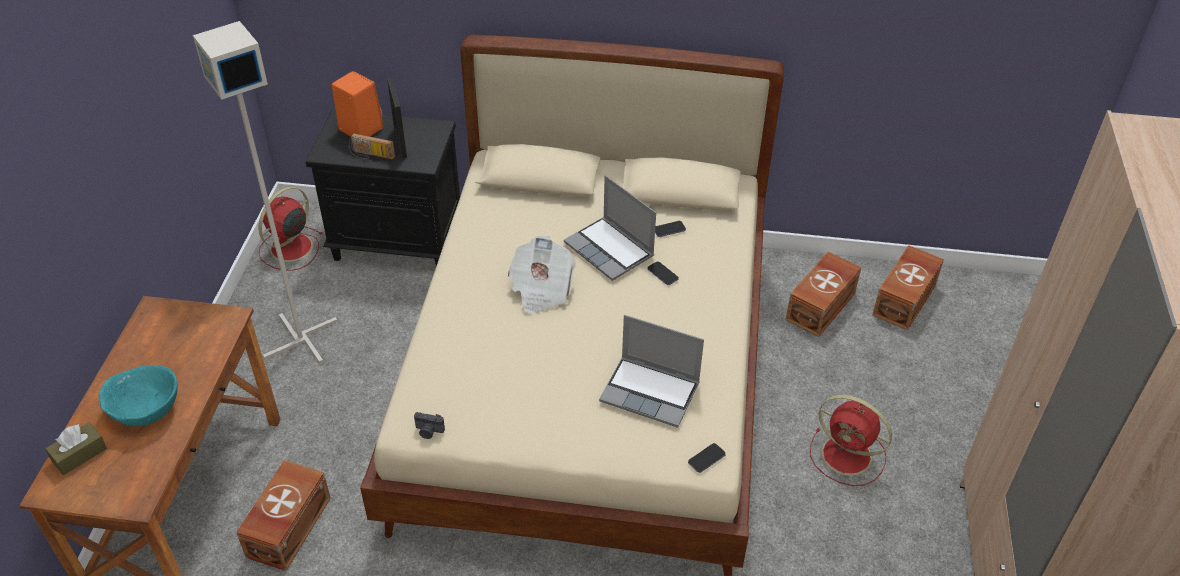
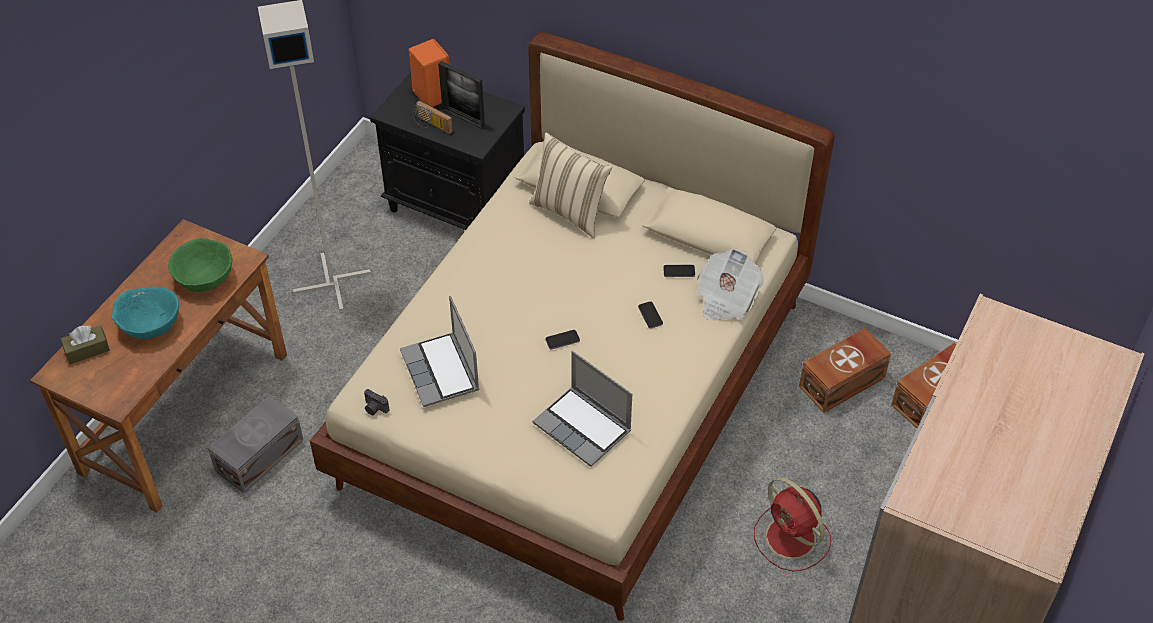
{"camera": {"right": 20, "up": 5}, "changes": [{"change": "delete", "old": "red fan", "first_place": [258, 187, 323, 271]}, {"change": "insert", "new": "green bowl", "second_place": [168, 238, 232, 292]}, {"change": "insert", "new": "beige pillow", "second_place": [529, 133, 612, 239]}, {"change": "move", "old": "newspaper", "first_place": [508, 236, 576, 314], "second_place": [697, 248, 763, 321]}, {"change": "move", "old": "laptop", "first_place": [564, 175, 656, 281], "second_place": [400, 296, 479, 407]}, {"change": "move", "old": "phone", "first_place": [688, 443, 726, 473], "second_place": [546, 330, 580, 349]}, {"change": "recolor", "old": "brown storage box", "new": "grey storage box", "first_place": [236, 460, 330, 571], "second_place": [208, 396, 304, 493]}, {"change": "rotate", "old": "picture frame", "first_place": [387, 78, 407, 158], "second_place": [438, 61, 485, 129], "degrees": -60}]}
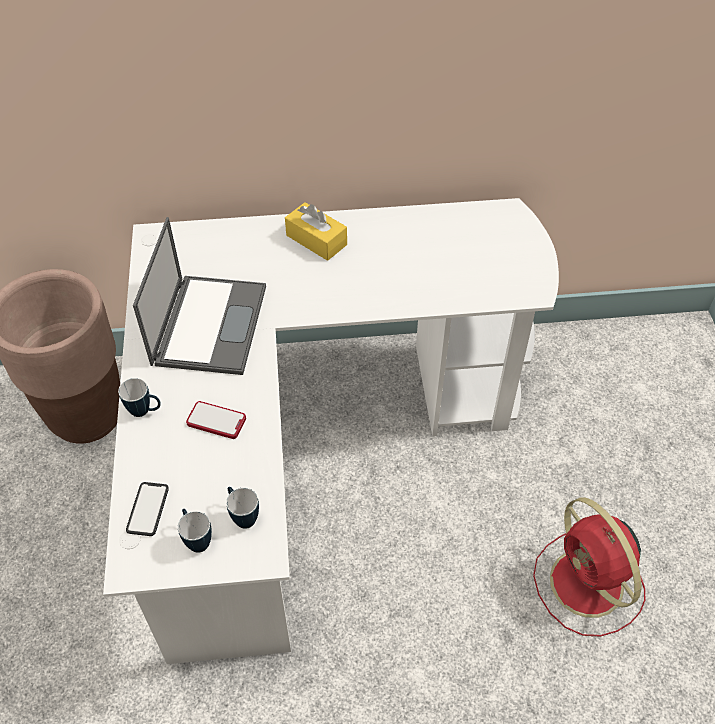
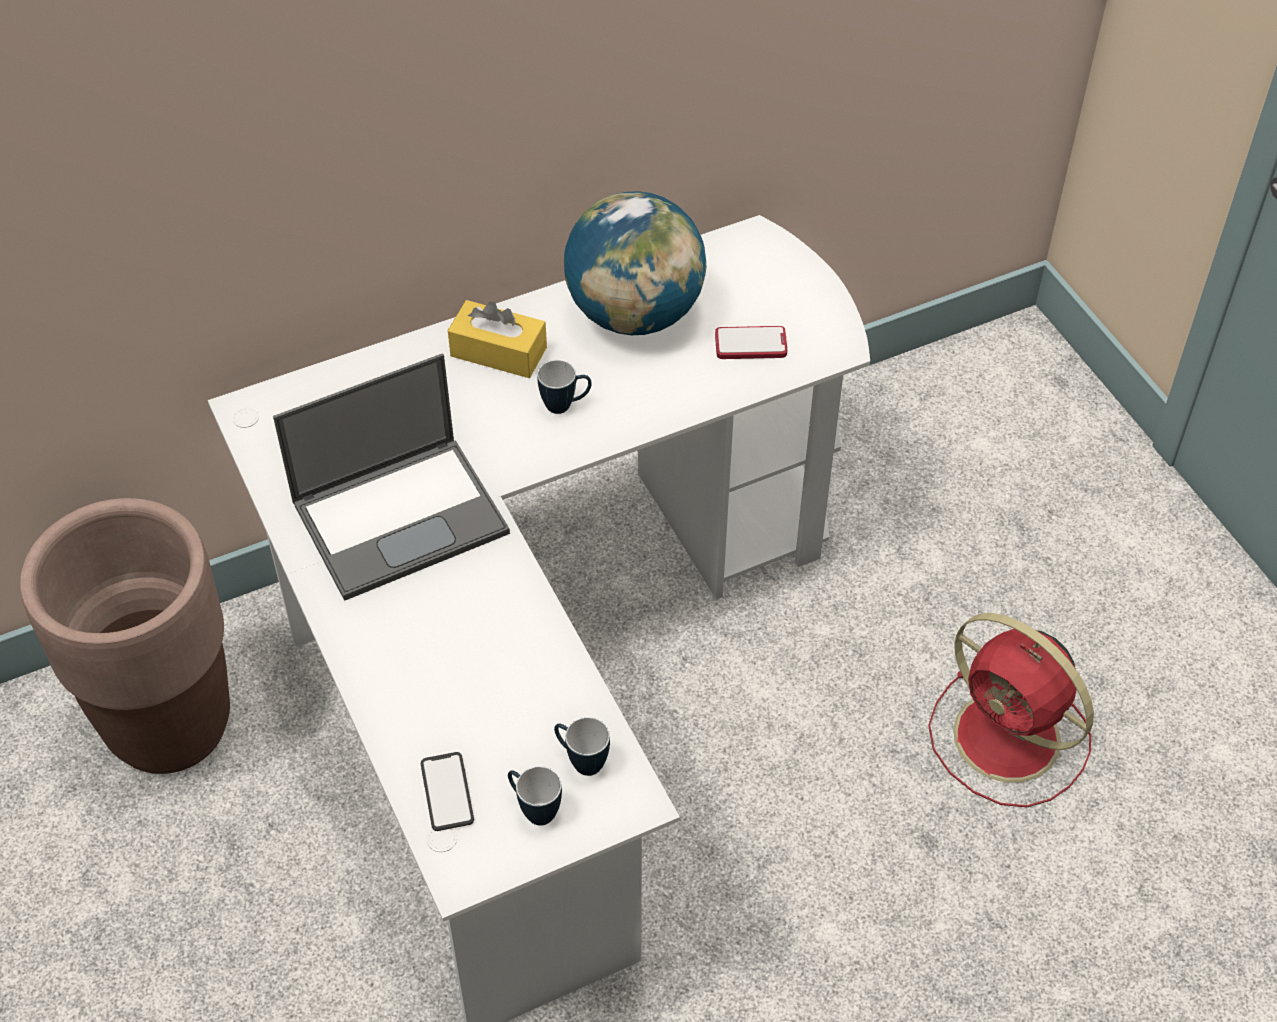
{"camera": {"right": -20, "up": 0}, "changes": [{"change": "insert", "new": "globe", "second_place": [564, 191, 706, 335]}, {"change": "move", "old": "mug", "first_place": [118, 378, 161, 417], "second_place": [537, 360, 592, 414]}, {"change": "move", "old": "phone", "first_place": [186, 401, 246, 439], "second_place": [715, 326, 787, 359]}, {"change": "rotate", "old": "laptop", "first_place": [133, 217, 266, 375], "second_place": [273, 353, 510, 601], "degrees": 75}]}
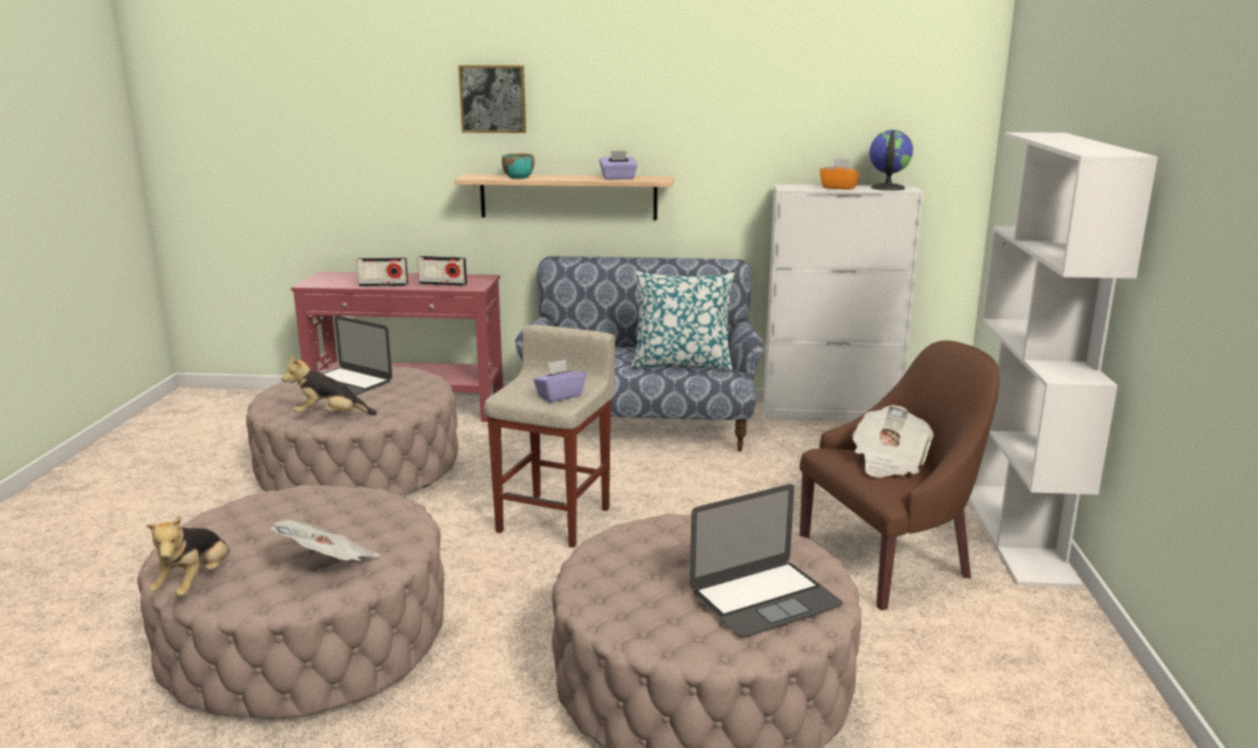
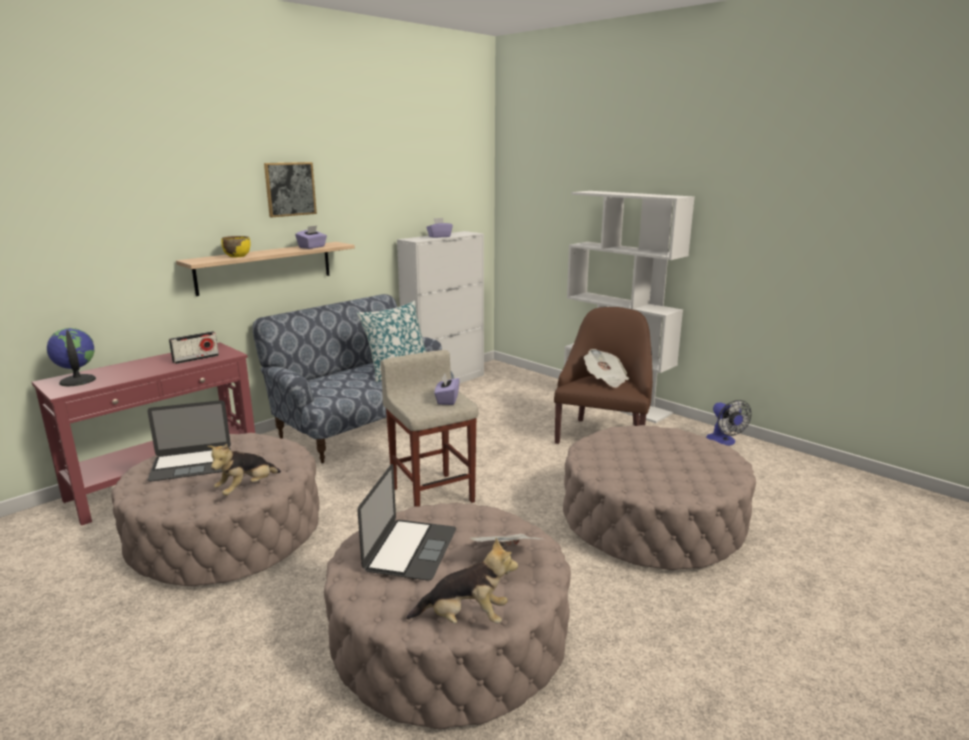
{"camera": {"right": -50, "up": 0}, "changes": [{"change": "delete", "old": "radio", "first_place": [356, 257, 408, 286]}, {"change": "insert", "new": "fan", "second_place": [706, 400, 752, 446]}, {"change": "move", "old": "picture", "first_place": [458, 65, 526, 133], "second_place": [264, 162, 317, 218]}, {"change": "move", "old": "laptop", "first_place": [690, 484, 843, 637], "second_place": [358, 464, 456, 581]}, {"change": "move", "old": "globe", "first_place": [869, 130, 913, 191], "second_place": [47, 328, 96, 386]}, {"change": "recolor", "old": "turquoise bowl", "new": "yellow bowl", "first_place": [502, 153, 534, 179], "second_place": [221, 236, 250, 257]}, {"change": "recolor", "old": "orange tissue box", "new": "purple tissue box", "first_place": [820, 159, 860, 190], "second_place": [426, 218, 453, 238]}, {"change": "rotate", "old": "plush toy", "first_place": [146, 515, 230, 597], "second_place": [406, 538, 518, 624], "degrees": -45}]}
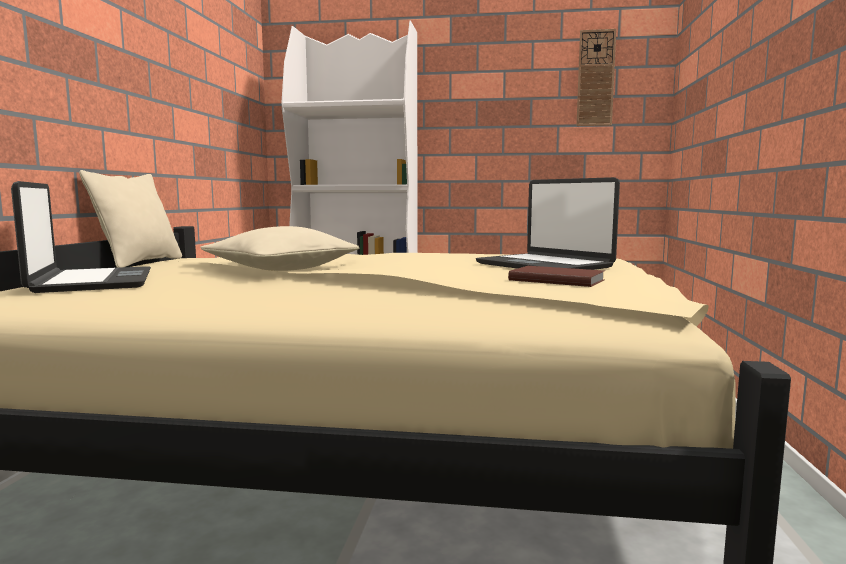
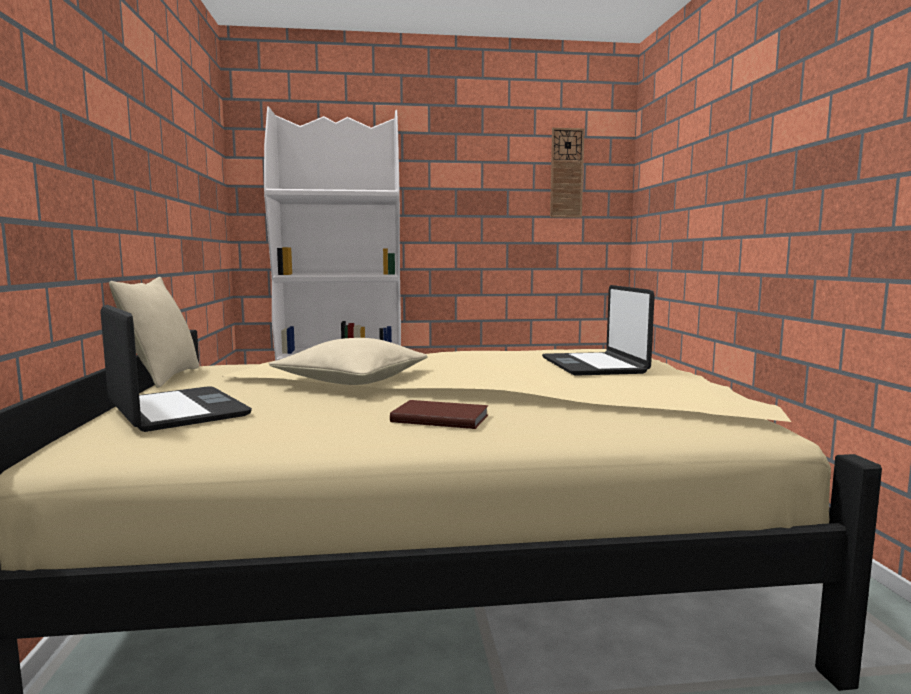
{"camera": {"right": -15, "up": 0}, "changes": [{"change": "move", "old": "brown book", "first_place": [508, 266, 604, 287], "second_place": [390, 400, 489, 429]}, {"change": "rotate", "old": "laptop", "first_place": [476, 177, 620, 270], "second_place": [542, 285, 655, 376], "degrees": 45}]}
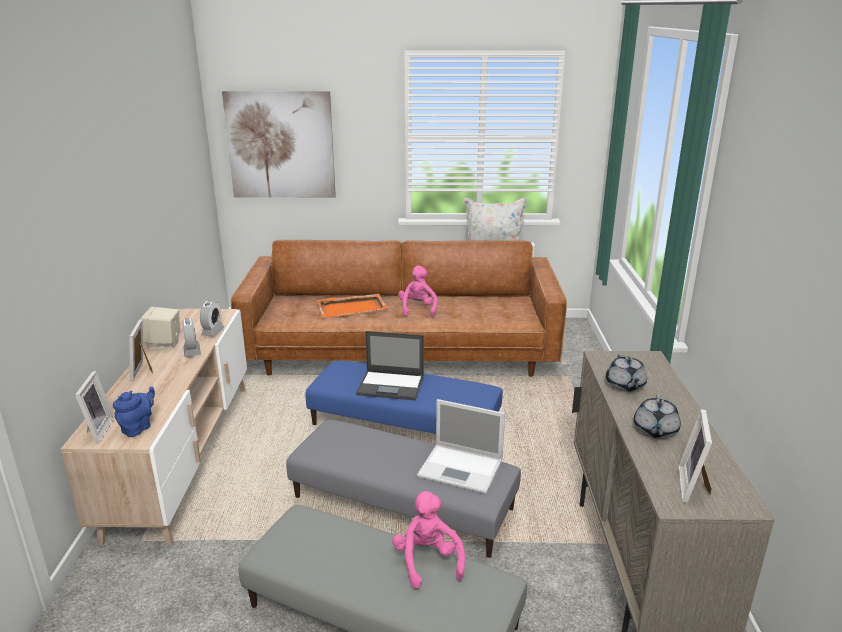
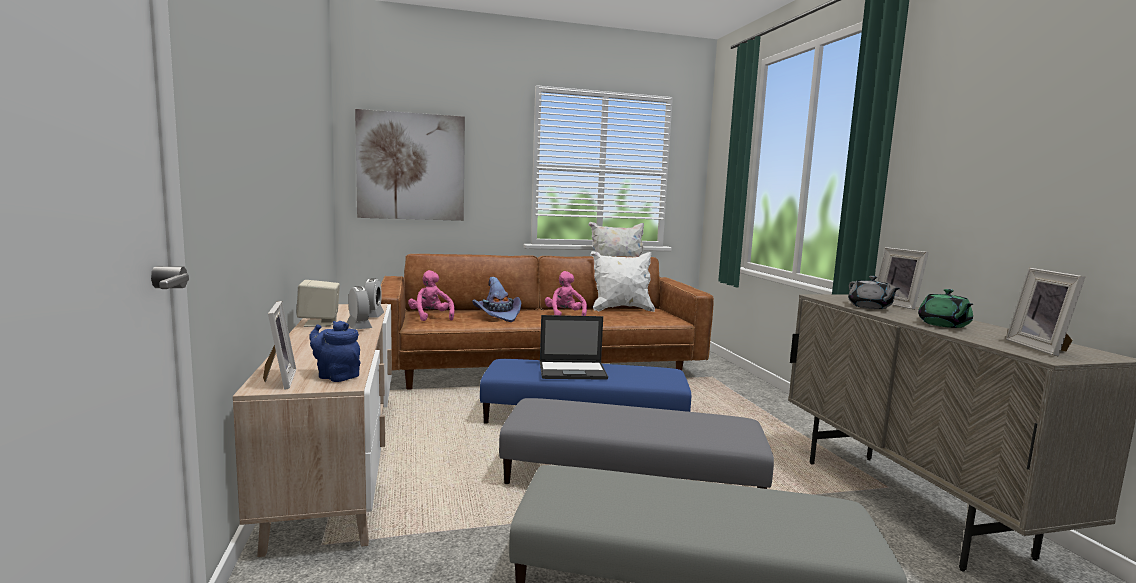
{"camera": {"right": -15, "up": -15}, "changes": [{"change": "delete", "old": "laptop", "first_place": [417, 399, 505, 494]}, {"change": "insert", "new": "white pillow", "second_place": [591, 251, 655, 312]}, {"change": "move", "old": "picture frame", "first_place": [129, 319, 153, 381], "second_place": [877, 247, 929, 310]}, {"change": "move", "old": "pink plush toy", "first_place": [392, 491, 465, 589], "second_place": [408, 270, 455, 321]}, {"change": "replace", "old": "orange tray", "new": "purple hat", "first_place": [317, 294, 388, 317], "second_place": [472, 277, 521, 322]}, {"change": "recolor", "old": "grey teapot", "new": "green teapot", "first_place": [634, 394, 681, 439], "second_place": [918, 289, 973, 328]}, {"change": "rotate", "old": "blue teapot", "first_place": [113, 387, 155, 437], "second_place": [309, 321, 361, 382], "degrees": -75}]}
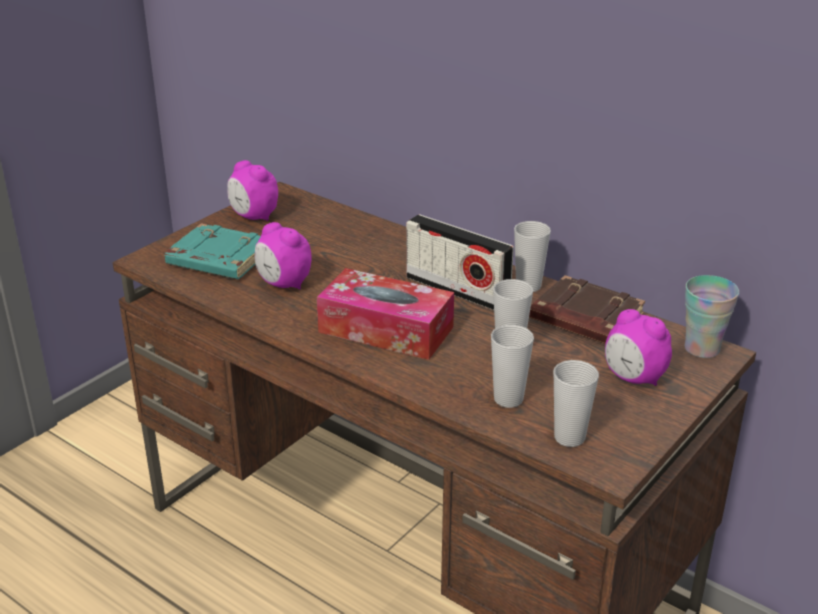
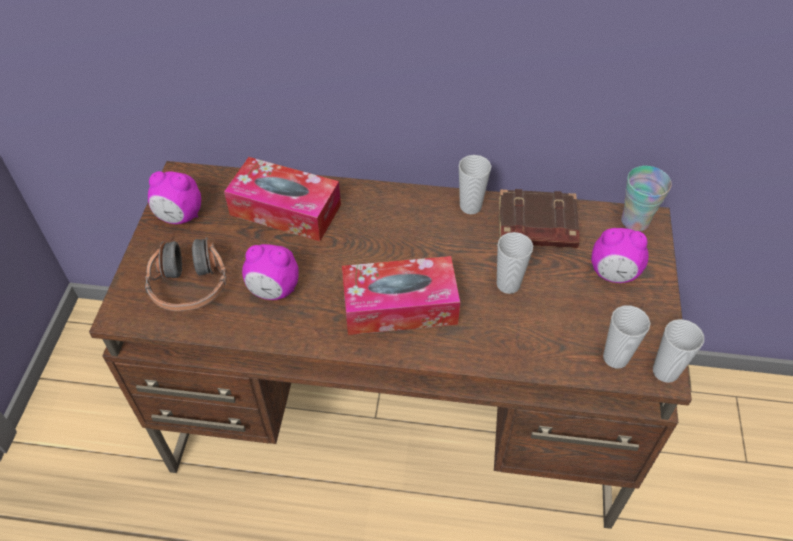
{"camera": {"right": -30, "up": 20}, "changes": [{"change": "delete", "old": "radio", "first_place": [406, 214, 514, 310]}, {"change": "insert", "new": "tissue box", "second_place": [224, 157, 341, 241]}, {"change": "move", "old": "cup", "first_place": [491, 325, 534, 408], "second_place": [653, 319, 704, 383]}, {"change": "replace", "old": "turquoise book", "new": "headphones", "first_place": [165, 223, 261, 279], "second_place": [145, 237, 227, 311]}]}
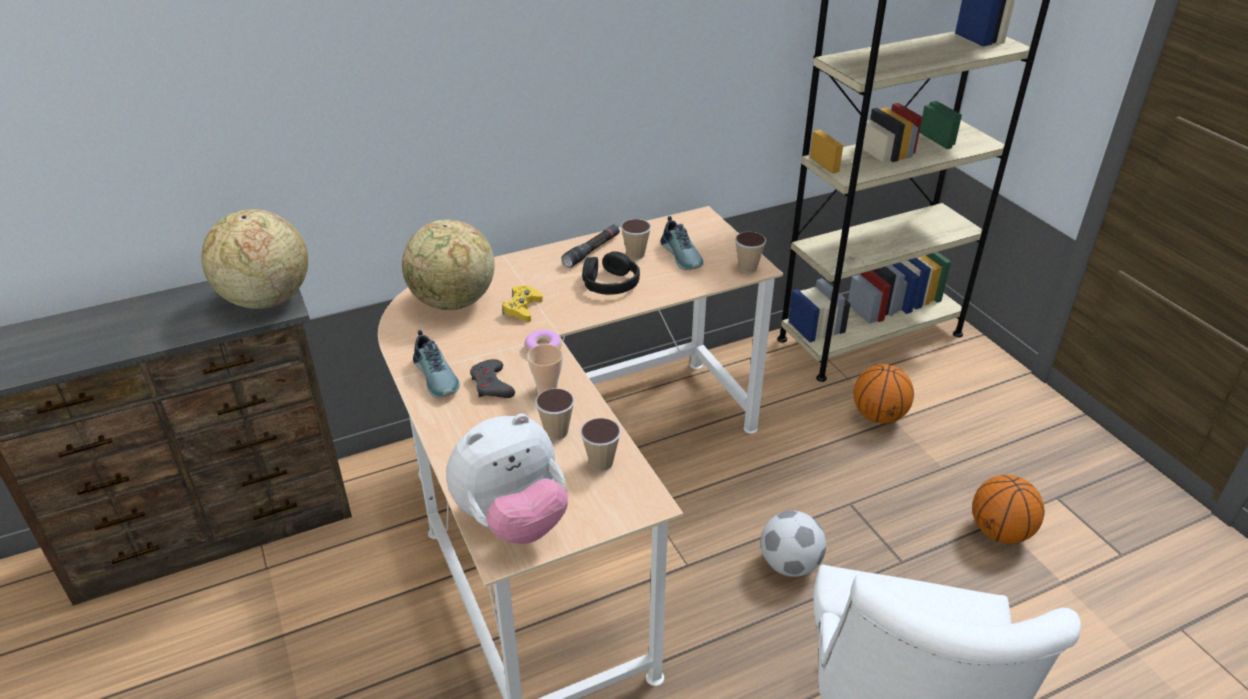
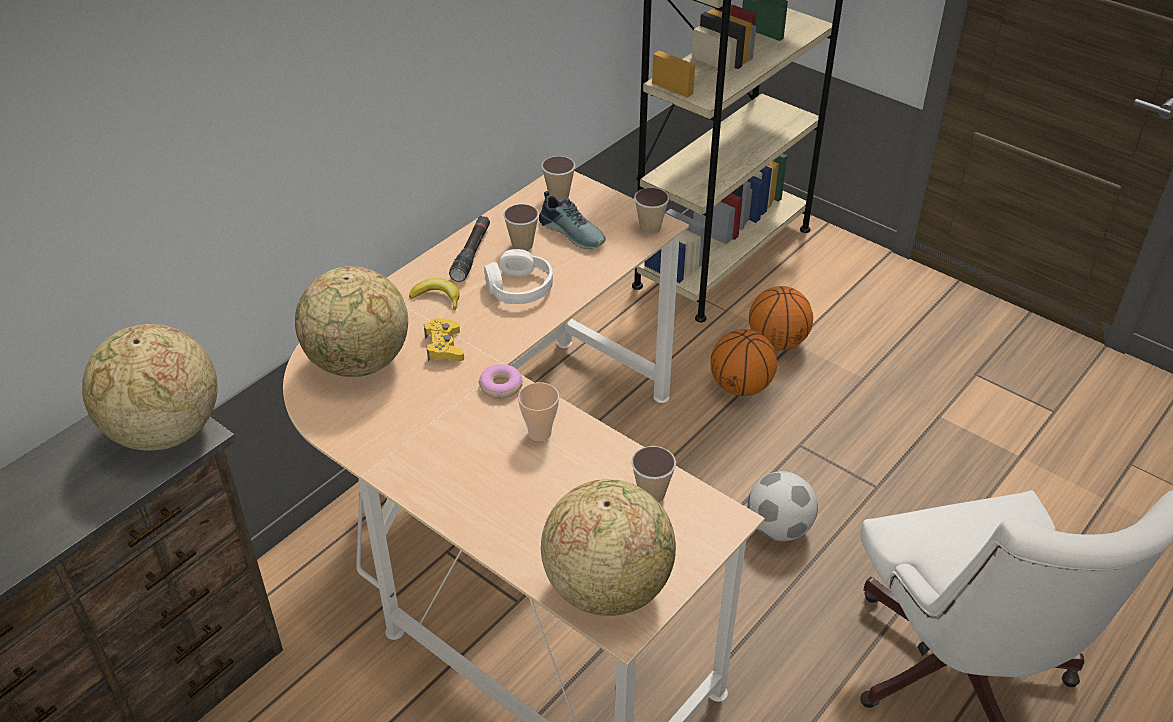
{"camera": {"right": -25, "up": 5}, "changes": [{"change": "delete", "old": "shoe", "first_place": [413, 330, 460, 398]}, {"change": "delete", "old": "grey game controller", "first_place": [470, 359, 515, 398]}, {"change": "insert", "new": "banana", "second_place": [409, 278, 460, 310]}, {"change": "move", "old": "cup", "first_place": [535, 389, 574, 440], "second_place": [542, 156, 575, 201]}, {"change": "move", "old": "basketball", "first_place": [972, 475, 1045, 544], "second_place": [711, 329, 777, 396]}, {"change": "replace", "old": "plush toy", "new": "globe", "first_place": [446, 414, 568, 544], "second_place": [541, 479, 676, 616]}, {"change": "recolor", "old": "black headphones", "new": "white headphones", "first_place": [582, 251, 640, 295], "second_place": [484, 249, 553, 304]}]}
